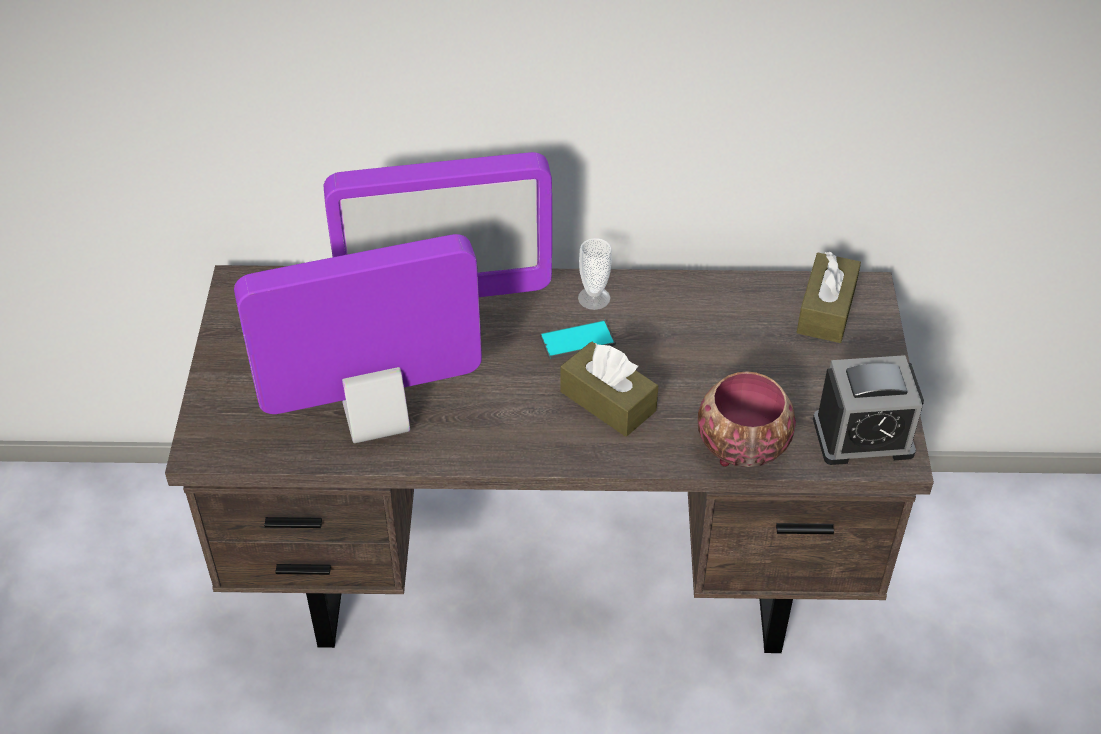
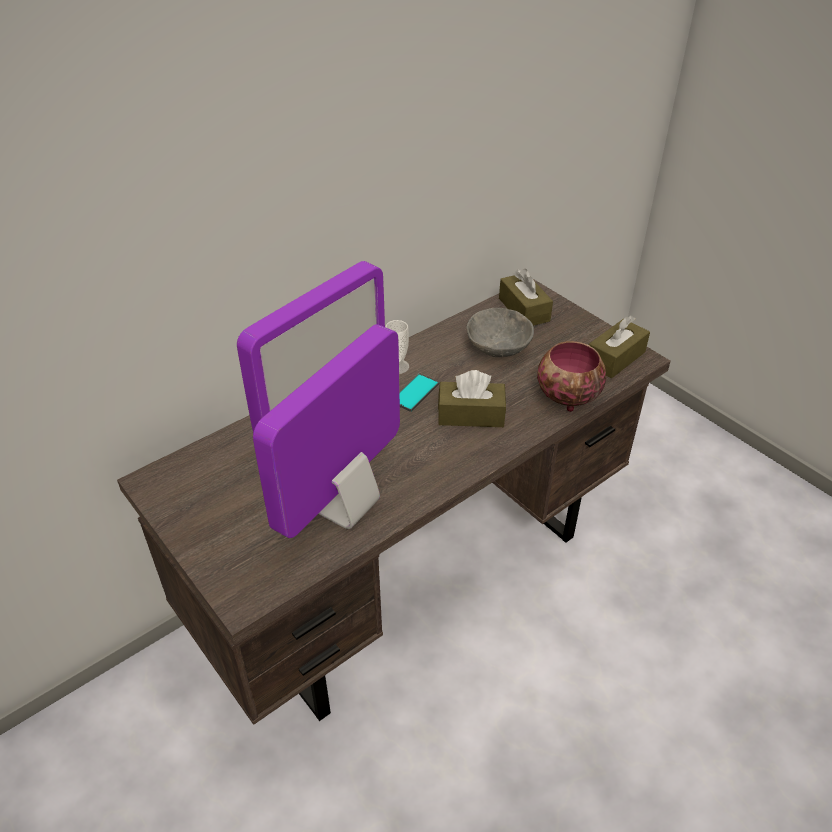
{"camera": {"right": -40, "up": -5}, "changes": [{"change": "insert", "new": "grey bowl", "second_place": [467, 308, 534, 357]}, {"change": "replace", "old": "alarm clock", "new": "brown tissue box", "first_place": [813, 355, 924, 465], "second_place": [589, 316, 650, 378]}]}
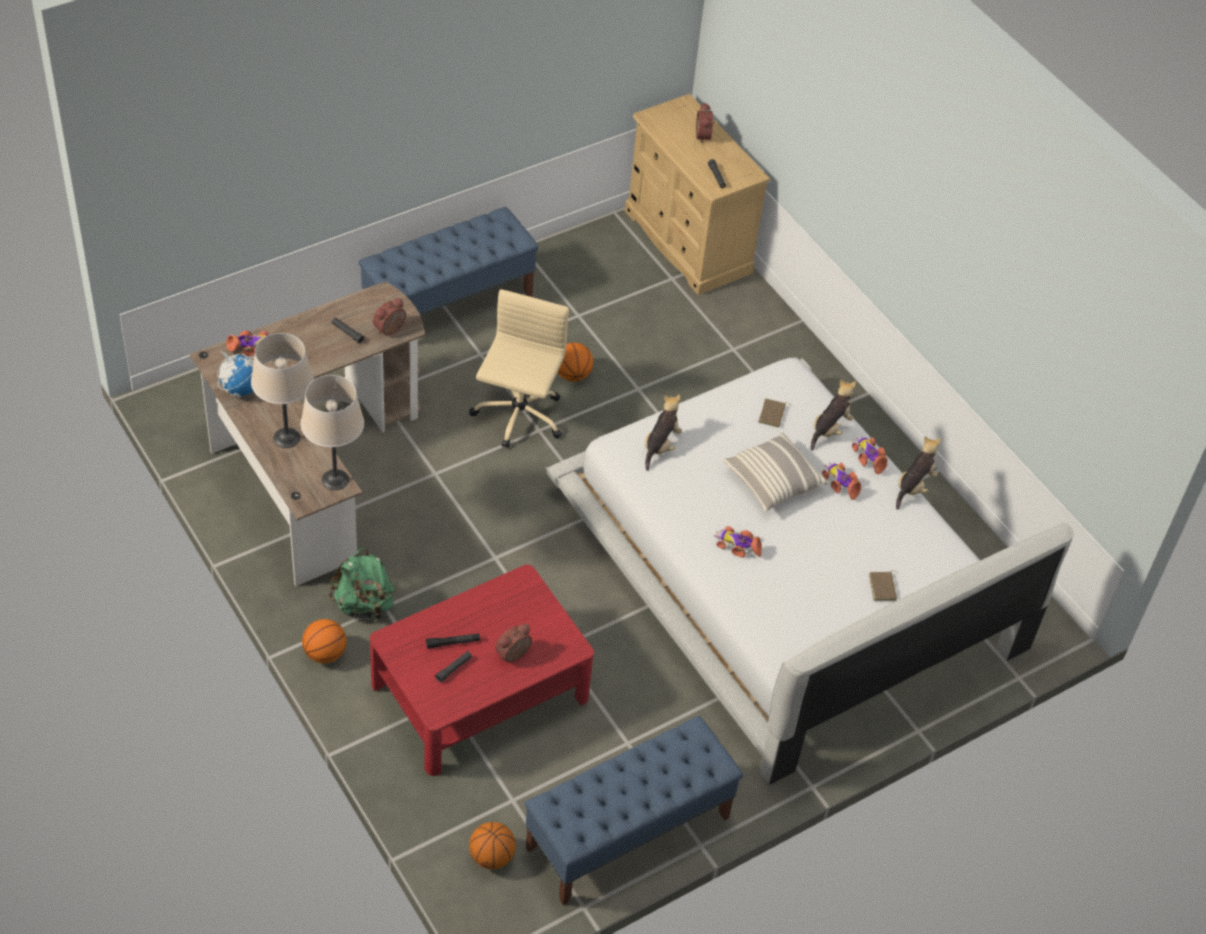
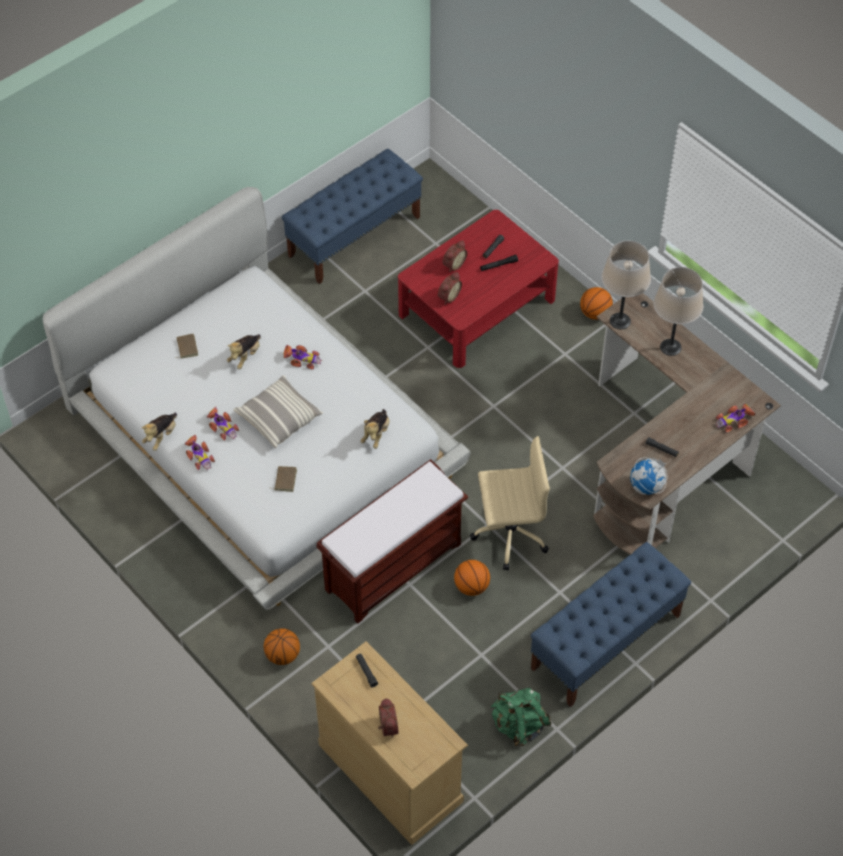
{"camera": {"right": 175, "up": 5}, "changes": [{"change": "insert", "new": "brown bench", "second_place": [316, 459, 468, 623]}, {"change": "move", "old": "globe", "first_place": [217, 351, 254, 397], "second_place": [630, 458, 667, 495]}, {"change": "move", "old": "green backpack", "first_place": [329, 547, 396, 621], "second_place": [491, 688, 552, 746]}, {"change": "move", "old": "alarm clock", "first_place": [373, 298, 406, 335], "second_place": [438, 272, 462, 304]}, {"change": "move", "old": "basketball", "first_place": [469, 822, 516, 869], "second_place": [264, 628, 300, 665]}, {"change": "move", "old": "plush toy", "first_place": [810, 379, 856, 451], "second_place": [227, 334, 261, 369]}, {"change": "rotate", "old": "beige office chair", "first_place": [469, 289, 569, 448], "second_place": [470, 436, 550, 571], "degrees": -105}]}
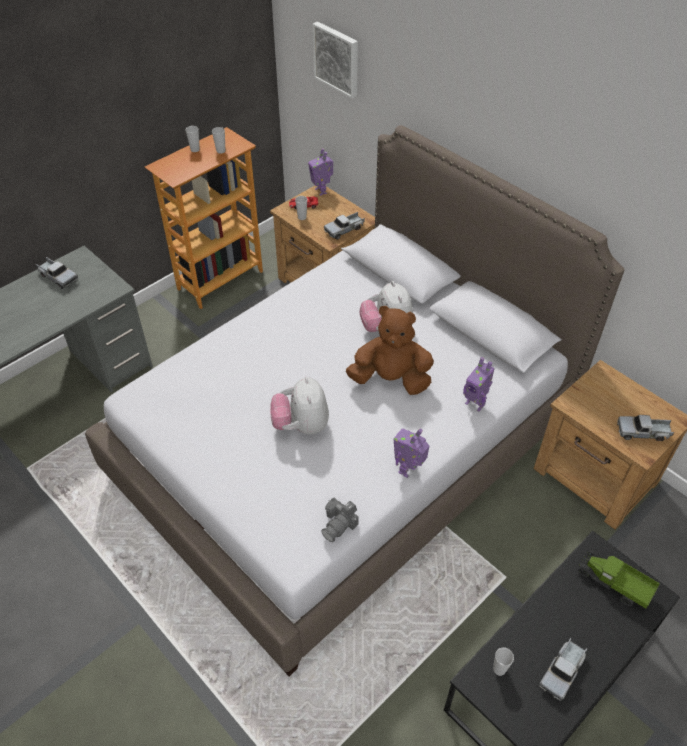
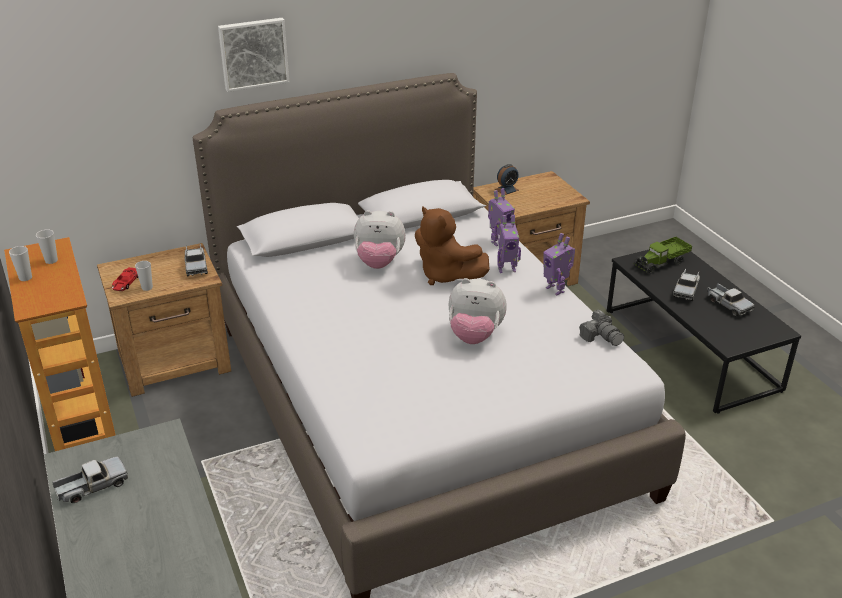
{"camera": {"right": -70, "up": -15}, "changes": [{"change": "delete", "old": "cup", "first_place": [493, 648, 514, 676]}, {"change": "insert", "new": "alarm clock", "second_place": [495, 164, 519, 195]}, {"change": "move", "old": "toy robot", "first_place": [308, 148, 333, 196], "second_place": [497, 215, 521, 273]}, {"change": "move", "old": "picture", "first_place": [312, 21, 358, 98], "second_place": [218, 18, 289, 92]}, {"change": "move", "old": "toy truck", "first_place": [617, 415, 674, 441], "second_place": [673, 268, 700, 301]}, {"change": "rotate", "old": "brown plush toy", "first_place": [346, 306, 434, 395], "second_place": [415, 206, 489, 285], "degrees": -75}]}
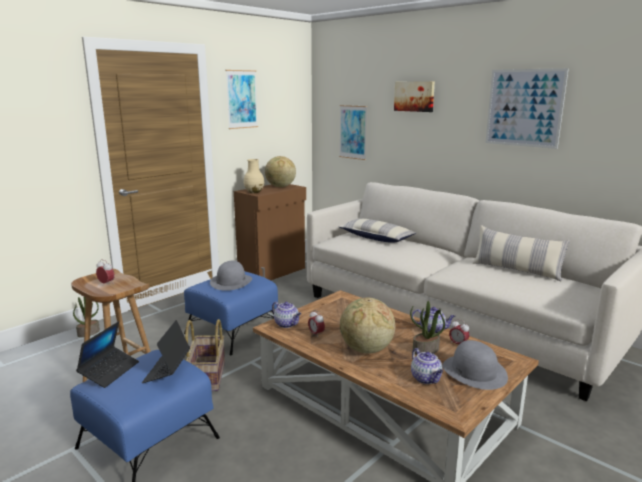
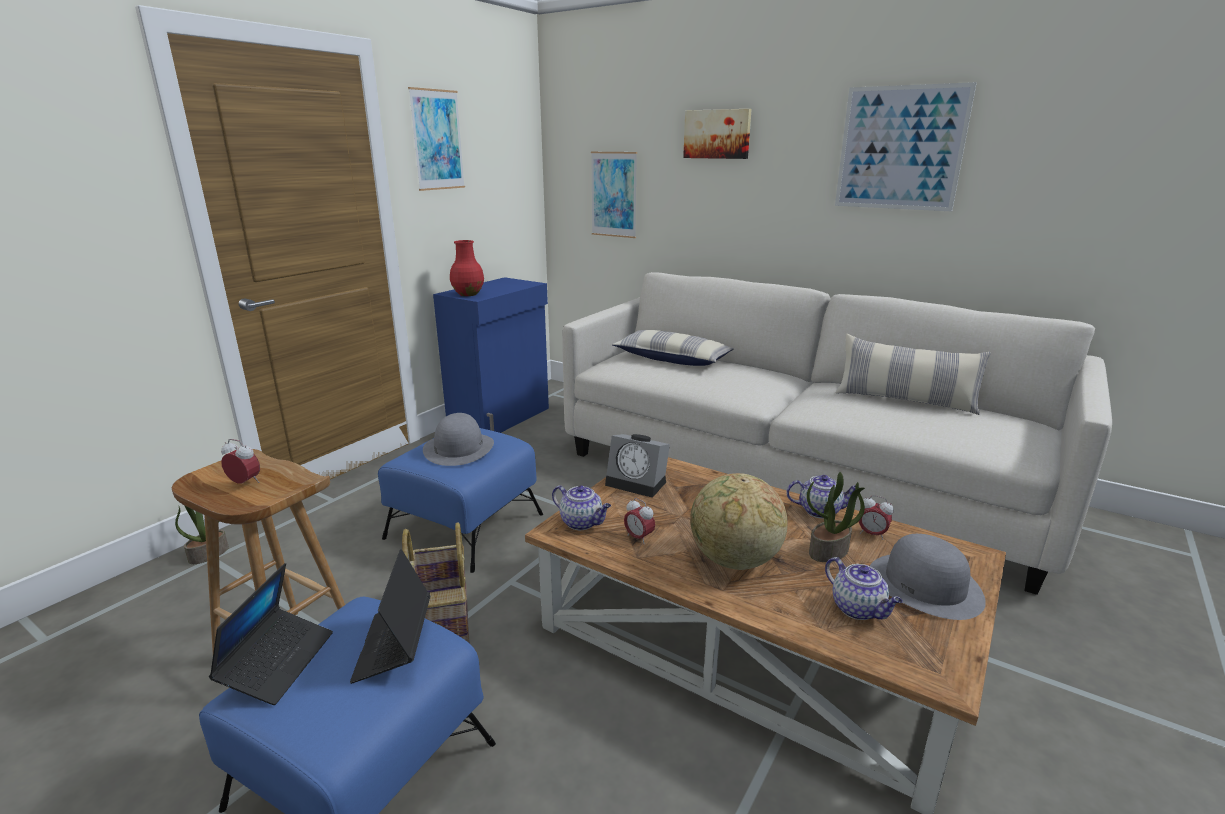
{"camera": {"right": -10, "up": 5}, "changes": [{"change": "delete", "old": "globe", "first_place": [265, 156, 296, 187]}, {"change": "insert", "new": "alarm clock", "second_place": [605, 434, 670, 498]}, {"change": "recolor", "old": "brown cabinet", "new": "blue cabinet", "first_place": [234, 184, 306, 280], "second_place": [433, 277, 549, 433]}, {"change": "recolor", "old": "beige vase", "new": "red vase", "first_place": [244, 159, 265, 193], "second_place": [450, 240, 484, 296]}]}
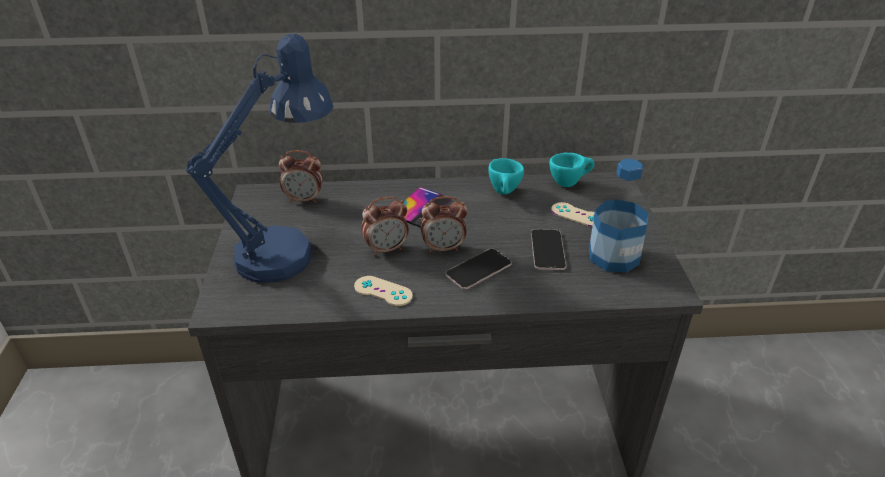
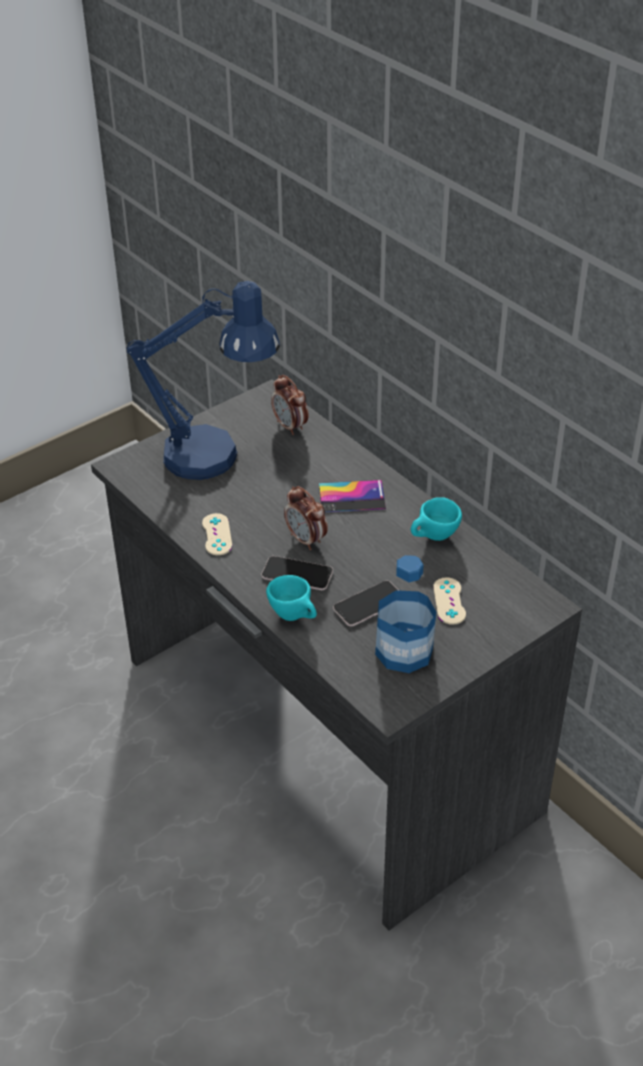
{"camera": {"right": 55, "up": 5}, "changes": [{"change": "delete", "old": "alarm clock", "first_place": [361, 197, 409, 256]}, {"change": "move", "old": "turquoise cup", "first_place": [549, 153, 594, 187], "second_place": [266, 575, 317, 621]}]}
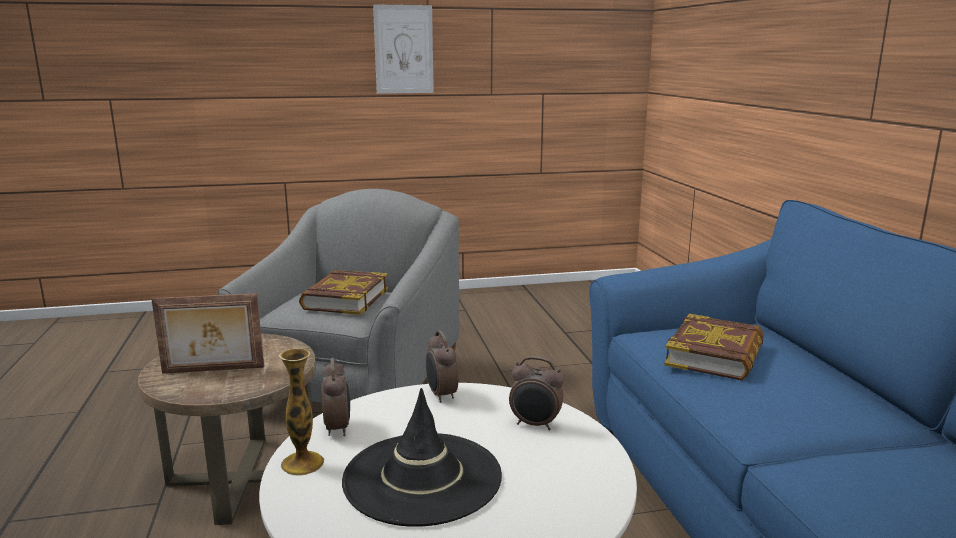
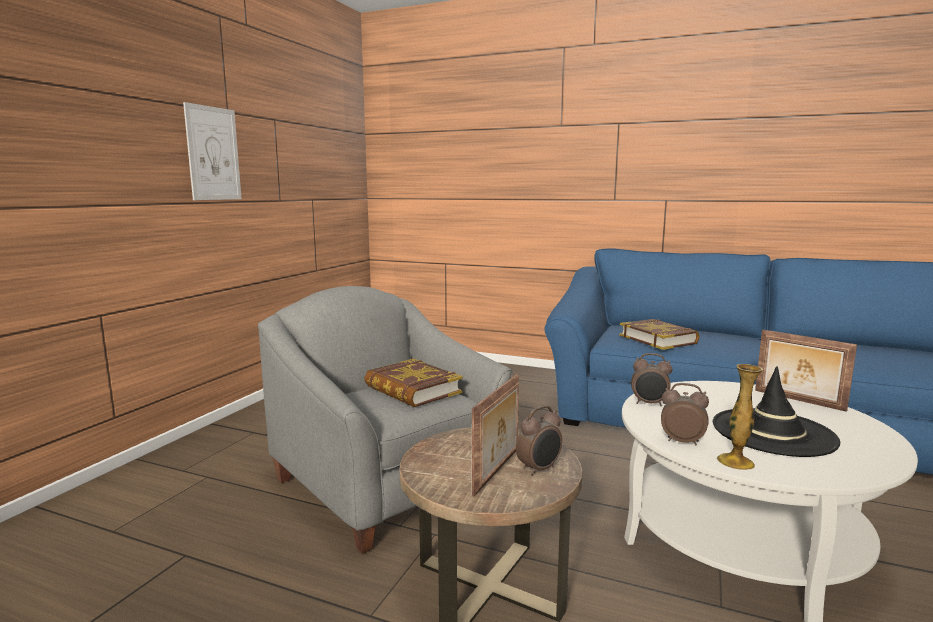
{"camera": {"right": -55, "up": -5}, "changes": [{"change": "insert", "new": "picture frame", "second_place": [755, 329, 857, 412]}, {"change": "move", "old": "alarm clock", "first_place": [509, 356, 564, 430], "second_place": [516, 405, 562, 476]}]}
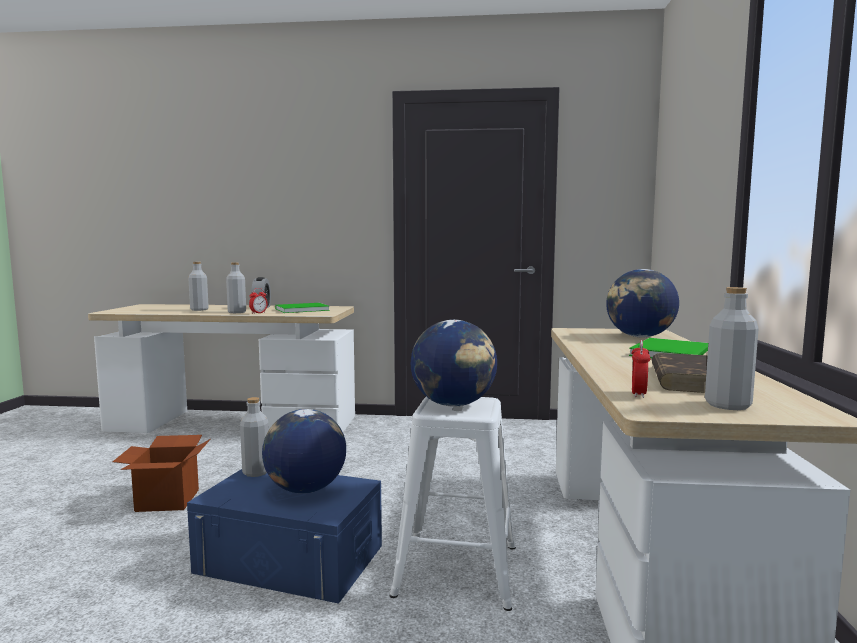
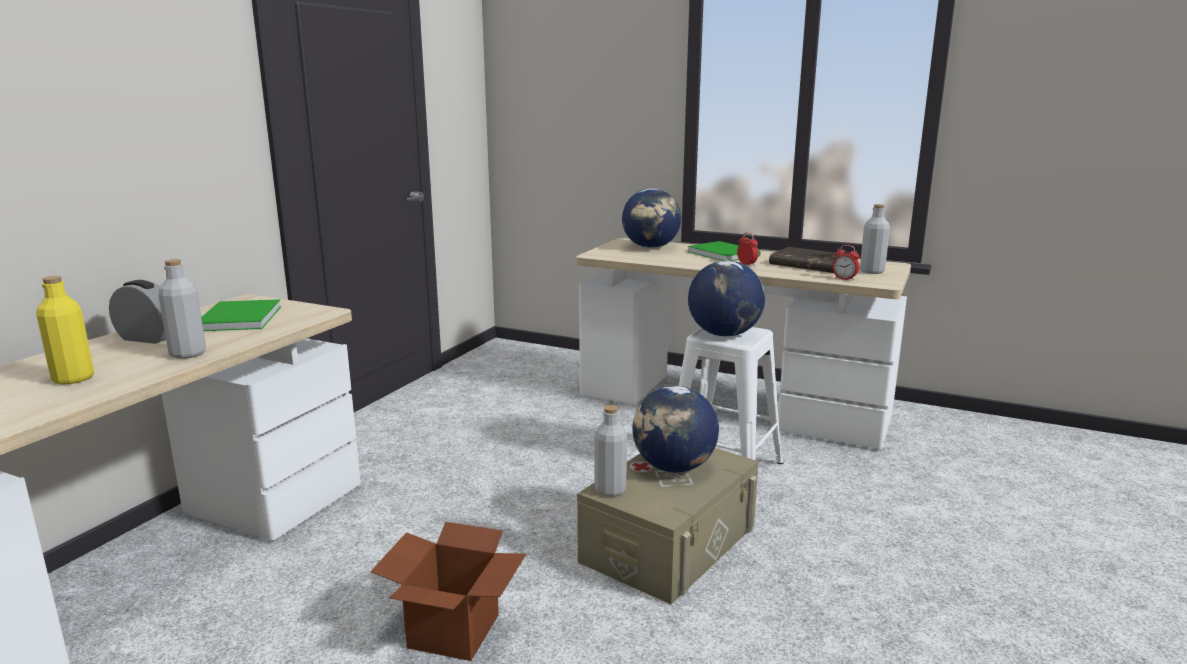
{"camera": {"right": -70, "up": 10}, "changes": [{"change": "move", "old": "alarm clock", "first_place": [249, 288, 268, 314], "second_place": [737, 233, 758, 266]}, {"change": "recolor", "old": "blue storage box", "new": "beige storage box", "first_place": [187, 469, 382, 604], "second_place": [577, 448, 759, 604]}, {"change": "recolor", "old": "grey bottle", "new": "yellow bottle", "first_place": [188, 262, 209, 311], "second_place": [36, 276, 94, 385]}]}
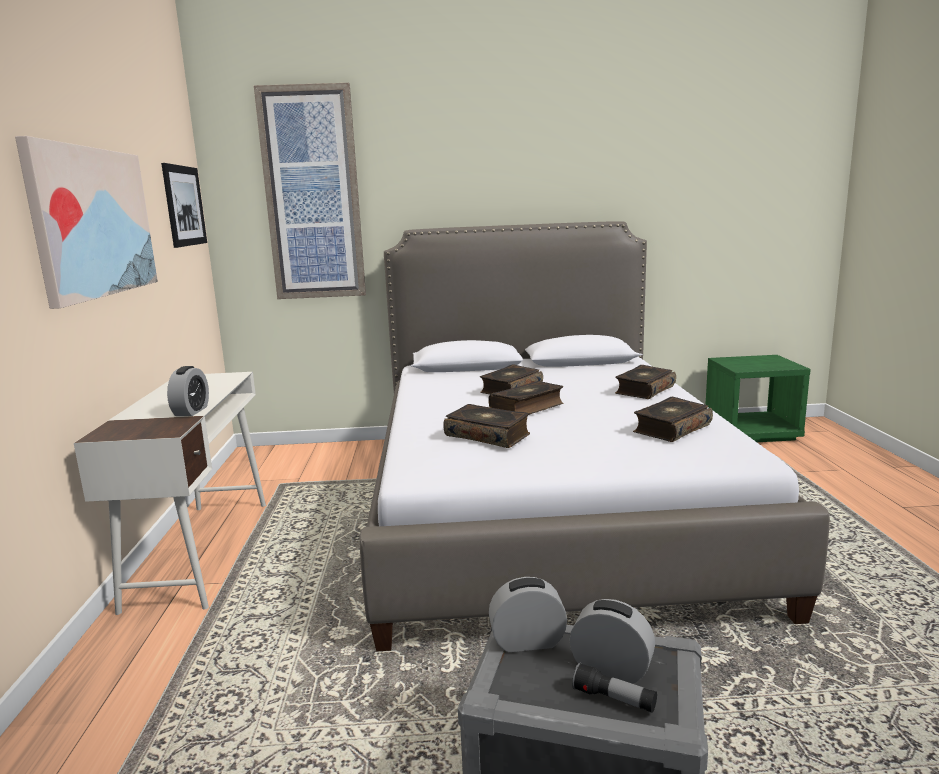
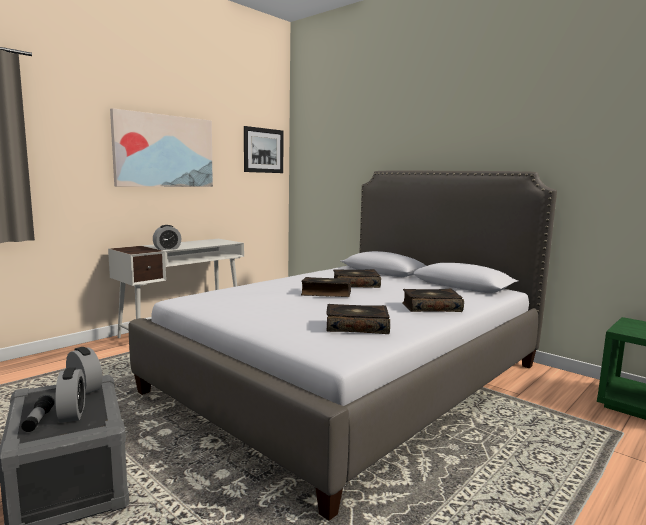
{"camera": {"right": 45, "up": -5}, "changes": [{"change": "delete", "old": "picture", "first_place": [254, 83, 366, 299]}, {"change": "delete", "old": "book", "first_place": [443, 404, 530, 448]}]}
